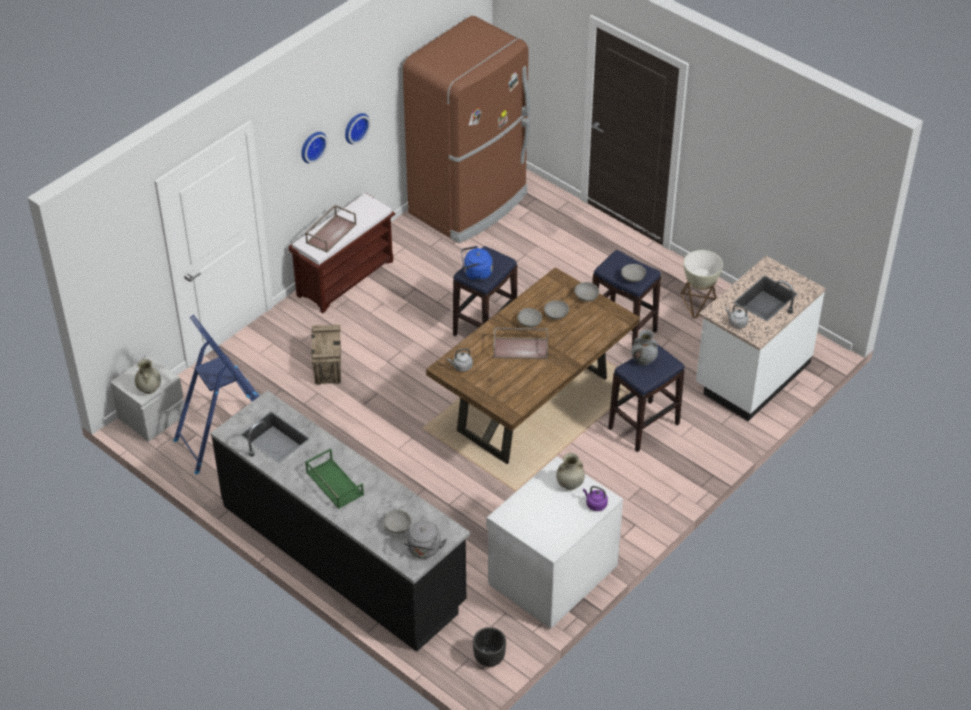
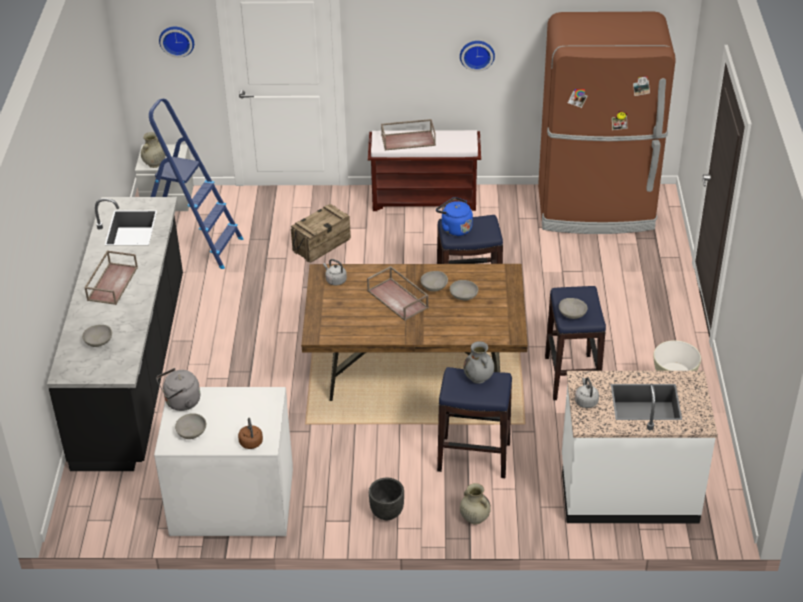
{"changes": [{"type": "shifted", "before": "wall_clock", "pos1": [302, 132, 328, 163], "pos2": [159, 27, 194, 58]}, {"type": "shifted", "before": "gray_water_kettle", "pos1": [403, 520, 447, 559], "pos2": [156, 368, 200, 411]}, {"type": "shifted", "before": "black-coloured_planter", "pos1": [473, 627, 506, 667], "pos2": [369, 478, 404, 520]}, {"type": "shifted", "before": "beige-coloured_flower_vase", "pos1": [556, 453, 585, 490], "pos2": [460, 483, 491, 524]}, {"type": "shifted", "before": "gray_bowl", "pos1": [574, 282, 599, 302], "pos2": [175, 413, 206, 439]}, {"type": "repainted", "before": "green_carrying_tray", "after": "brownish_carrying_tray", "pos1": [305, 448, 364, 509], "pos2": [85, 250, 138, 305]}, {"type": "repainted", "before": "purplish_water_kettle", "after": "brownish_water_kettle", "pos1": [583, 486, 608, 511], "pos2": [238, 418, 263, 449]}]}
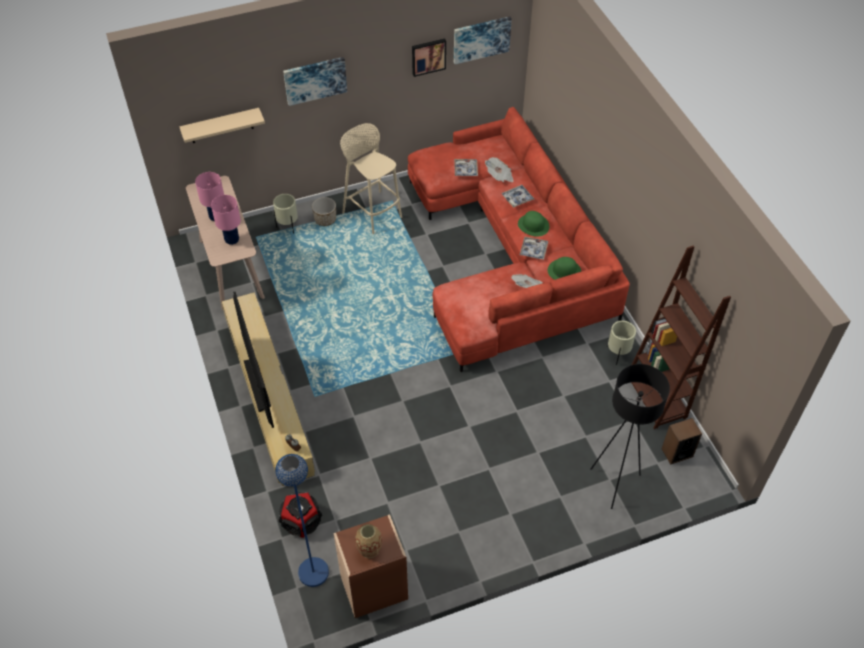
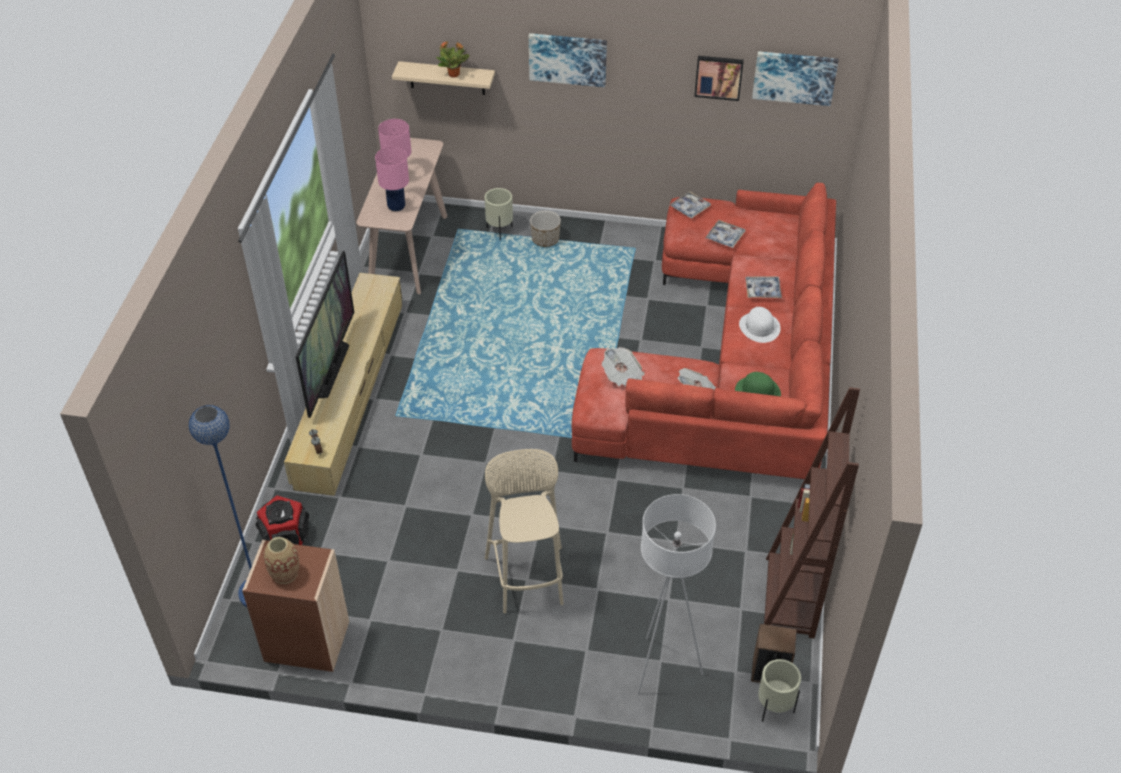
{"changes": [{"type": "new", "after": "potted_plant", "pos2": [436, 41, 470, 78]}, {"type": "shifted", "before": "beige-coloured_sitting_stool", "pos1": [340, 123, 402, 234], "pos2": [485, 449, 564, 613]}, {"type": "shifted", "before": "printed_paper", "pos1": [485, 157, 514, 182], "pos2": [602, 347, 645, 387]}, {"type": "shifted", "before": "carrying_tray", "pos1": [520, 237, 548, 260], "pos2": [669, 191, 711, 219]}, {"type": "shifted", "before": "beige-coloured_planter", "pos1": [608, 321, 636, 365], "pos2": [758, 659, 801, 722]}, {"type": "repainted", "before": "green_clothing_hat", "after": "white-coloured_clothing_hat", "pos1": [518, 211, 549, 237], "pos2": [739, 307, 781, 343]}, {"type": "repainted", "before": "black-coloured_standard_lamp", "after": "white-coloured_standard_lamp", "pos1": [591, 364, 670, 509], "pos2": [637, 494, 716, 695]}]}
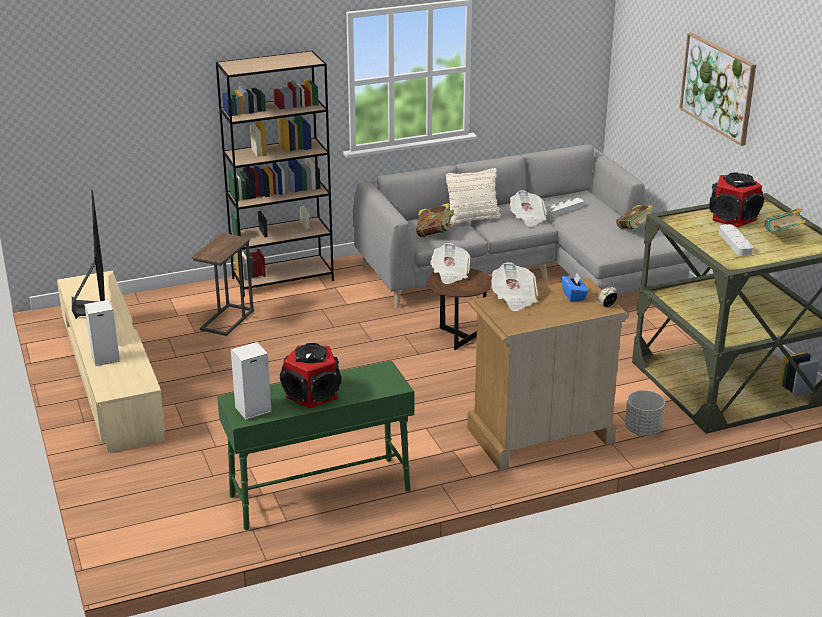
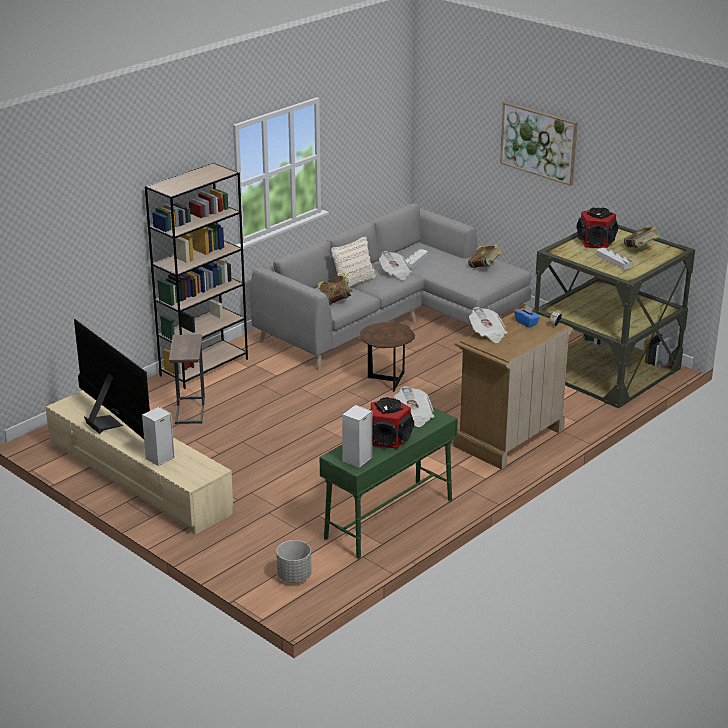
{"changes": [{"type": "shifted", "before": "printed_paper", "pos1": [430, 243, 470, 284], "pos2": [394, 386, 435, 427]}, {"type": "shifted", "before": "gray_planter", "pos1": [625, 390, 665, 436], "pos2": [276, 540, 312, 583]}]}
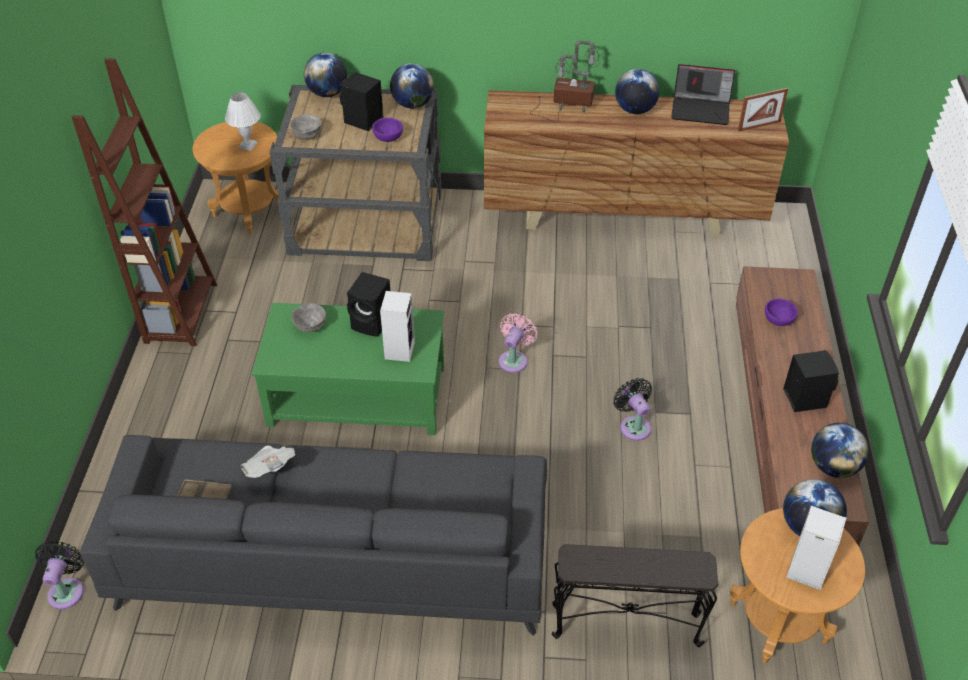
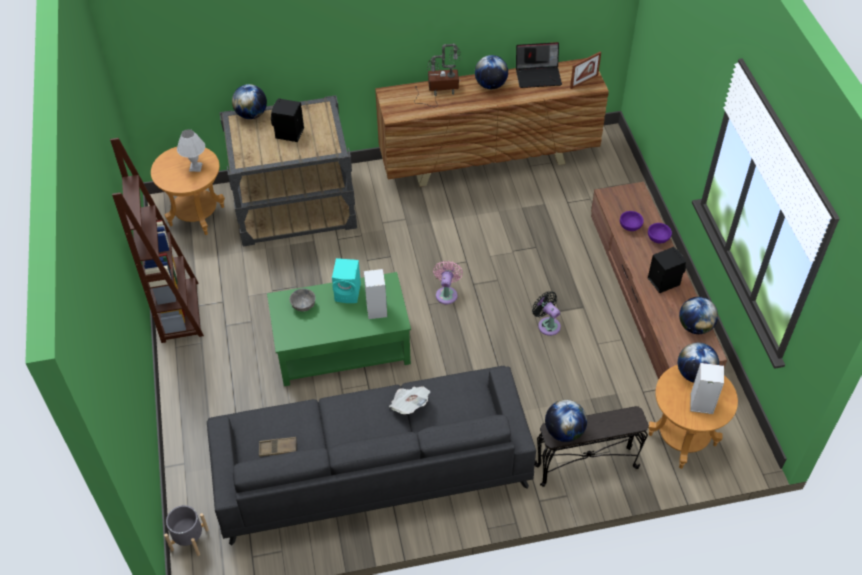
{"changes": [{"type": "gone", "before": "gray_bowl", "pos1": [290, 114, 321, 140]}, {"type": "shifted", "before": "printed_paper", "pos1": [241, 446, 295, 478], "pos2": [389, 386, 430, 414]}, {"type": "shifted", "before": "purplish_bowl", "pos1": [372, 118, 403, 142], "pos2": [648, 223, 672, 243]}, {"type": "shifted", "before": "desk_globe", "pos1": [390, 63, 434, 108], "pos2": [545, 400, 587, 442]}, {"type": "swapped", "before": "black-coloured_electric_fan", "after": "gray_planter", "pos1": [35, 541, 84, 609], "pos2": [164, 505, 209, 556]}, {"type": "repainted", "before": "black-coloured_audio_speaker", "after": "turquoise-coloured_audio_speaker", "pos1": [347, 272, 390, 337], "pos2": [332, 258, 361, 303]}]}
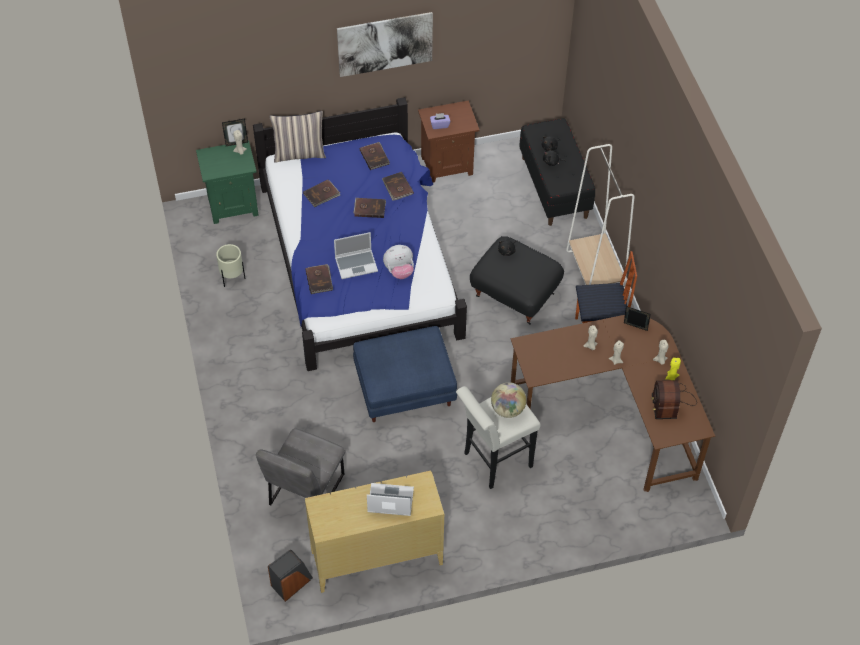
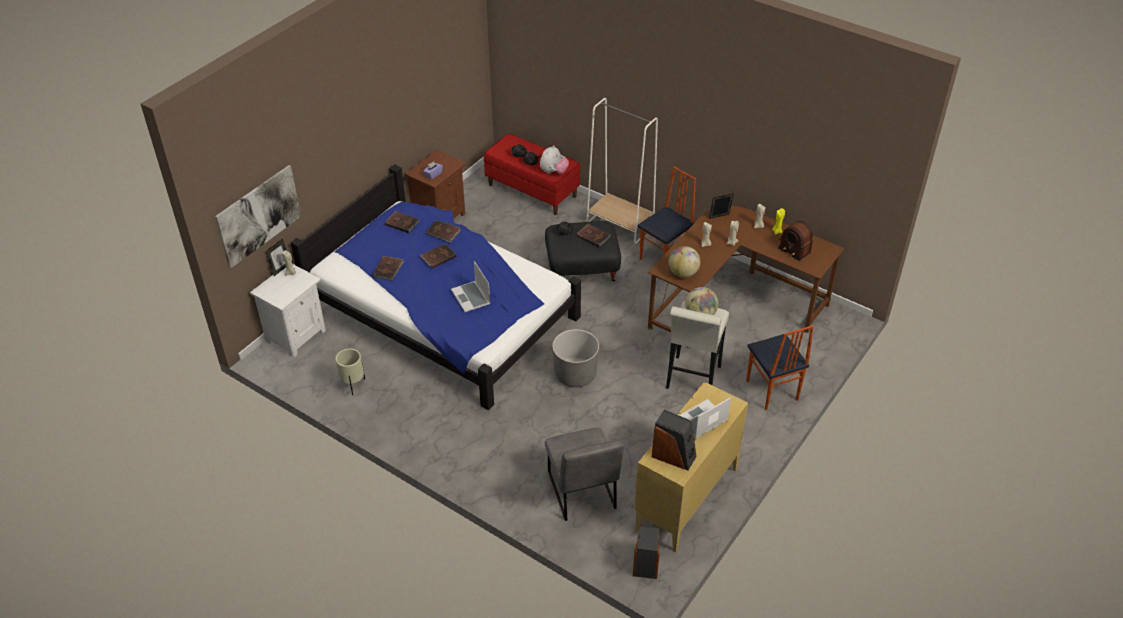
{"changes": [{"type": "gone", "before": "throw_pillow", "pos1": [269, 111, 326, 163]}, {"type": "new", "after": "audio_speaker", "pos2": [652, 410, 697, 470]}, {"type": "new", "after": "desk_globe", "pos2": [669, 246, 700, 278]}, {"type": "new", "after": "upright_chair", "pos2": [746, 325, 814, 410]}, {"type": "shifted", "before": "brownish_book", "pos1": [305, 264, 333, 294], "pos2": [577, 224, 611, 247]}, {"type": "shifted", "before": "wall_art", "pos1": [337, 12, 433, 77], "pos2": [215, 165, 301, 268]}, {"type": "shifted", "before": "cuddly_toy", "pos1": [383, 245, 414, 279], "pos2": [540, 145, 569, 174]}, {"type": "swapped", "before": "blue_footrest", "after": "gray_planter", "pos1": [353, 326, 457, 422], "pos2": [552, 329, 599, 387]}, {"type": "repainted", "before": "green_bedside_table", "after": "white-coloured_bedside_table", "pos1": [196, 140, 259, 224], "pos2": [250, 264, 326, 358]}, {"type": "repainted", "before": "black-coloured_indoor_bench", "after": "red-coloured_indoor_bench", "pos1": [519, 118, 595, 226], "pos2": [484, 134, 580, 215]}, {"type": "rotated", "before": "notebook_computer", "pos1": [334, 232, 378, 279], "pos2": [451, 261, 490, 312], "turn": 120}]}
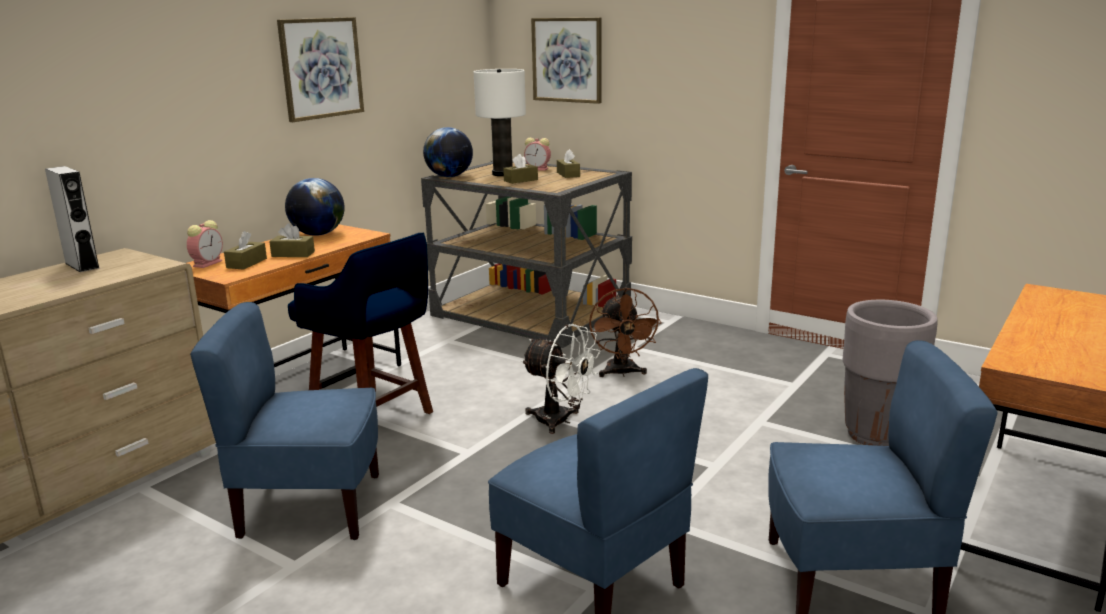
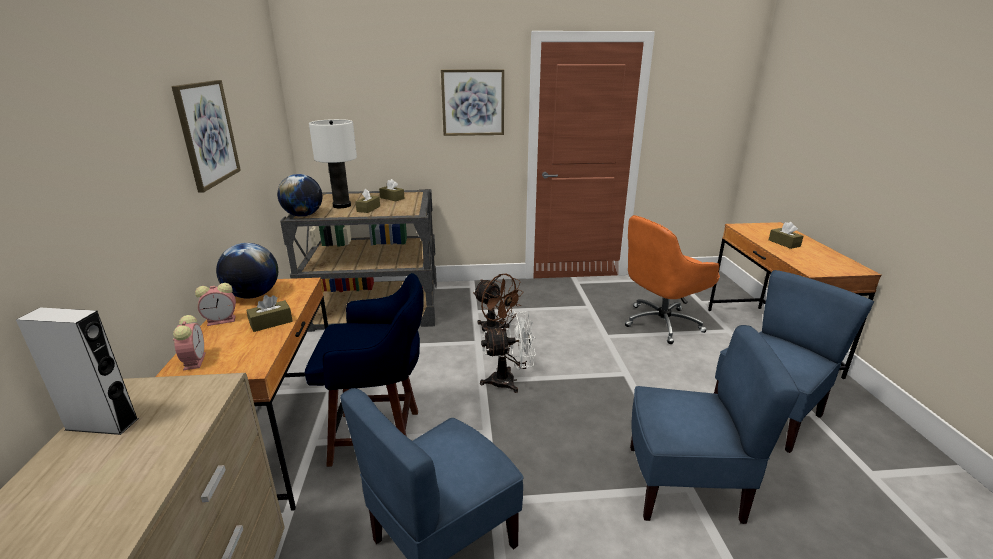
{"changes": [{"type": "shifted", "before": "brownish_tissue_holder", "pos1": [224, 231, 267, 270], "pos2": [769, 222, 803, 249]}, {"type": "shifted", "before": "bedside_clock", "pos1": [524, 138, 551, 171], "pos2": [195, 283, 236, 326]}, {"type": "shifted", "before": "wall_art", "pos1": [531, 17, 601, 104], "pos2": [441, 69, 504, 136]}, {"type": "swapped", "before": "gray_planter", "after": "orange-coloured_desk_chair", "pos1": [843, 300, 938, 446], "pos2": [625, 215, 720, 344]}]}
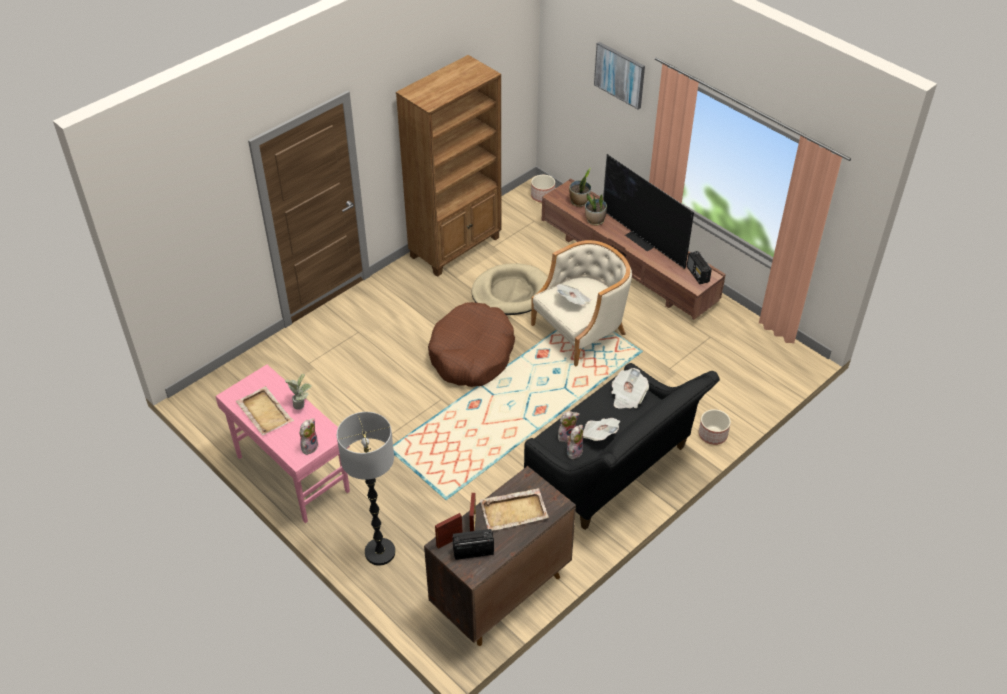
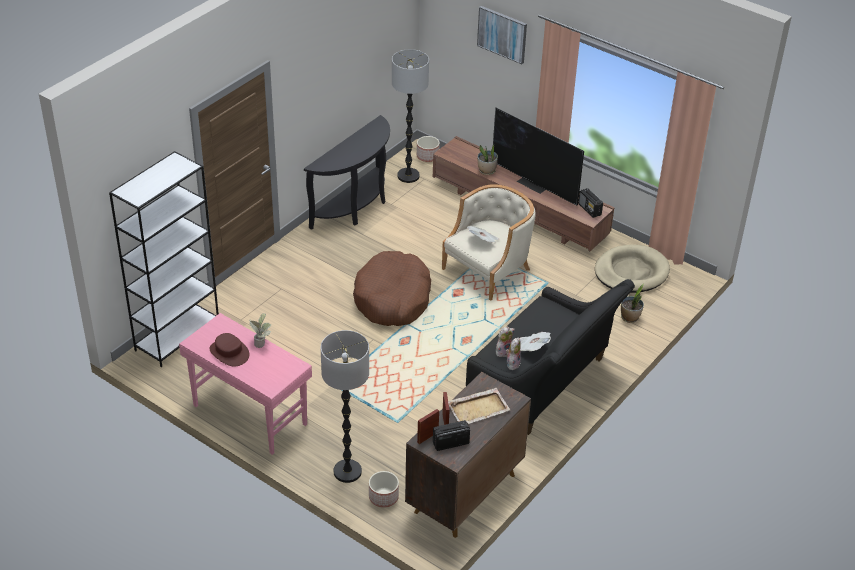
{"changes": [{"type": "gone", "before": "cuddly_toy", "pos1": [299, 418, 319, 455]}, {"type": "gone", "before": "printed_paper", "pos1": [611, 368, 649, 409]}, {"type": "new", "after": "white-coloured_bookshelf", "pos2": [109, 151, 219, 367]}, {"type": "new", "after": "standard_lamp", "pos2": [392, 49, 429, 183]}, {"type": "shifted", "before": "beige-coloured_dog_bed", "pos1": [472, 263, 548, 315], "pos2": [595, 245, 670, 293]}, {"type": "shifted", "before": "potted_plant", "pos1": [569, 168, 591, 207], "pos2": [621, 284, 644, 323]}, {"type": "shifted", "before": "planter", "pos1": [699, 409, 731, 445], "pos2": [369, 471, 399, 508]}, {"type": "swapped", "before": "beige-coloured_carrying_tray", "after": "brownish_clothing_hat", "pos1": [236, 386, 294, 435], "pos2": [209, 333, 249, 367]}, {"type": "swapped", "before": "brownish_bookshelf", "after": "black-coloured_narrow_table", "pos1": [396, 55, 501, 277], "pos2": [304, 115, 390, 229]}]}
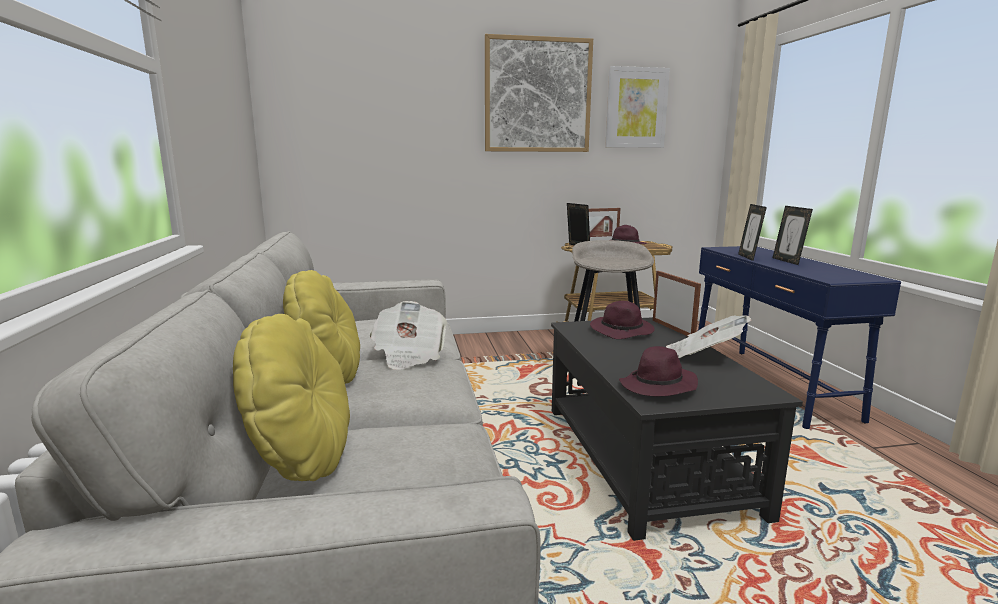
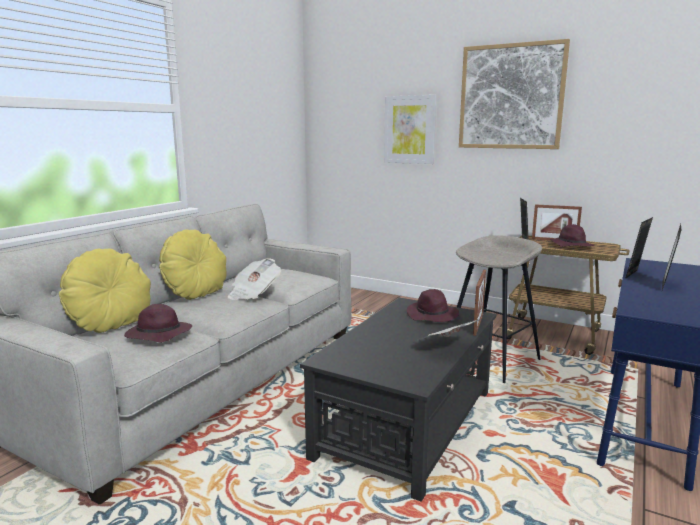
{"changes": [{"type": "shifted", "before": "wall_art", "pos1": [605, 66, 670, 148], "pos2": [384, 95, 437, 164]}, {"type": "shifted", "before": "purplish_clothing_hat", "pos1": [619, 346, 698, 397], "pos2": [124, 304, 192, 342]}]}
